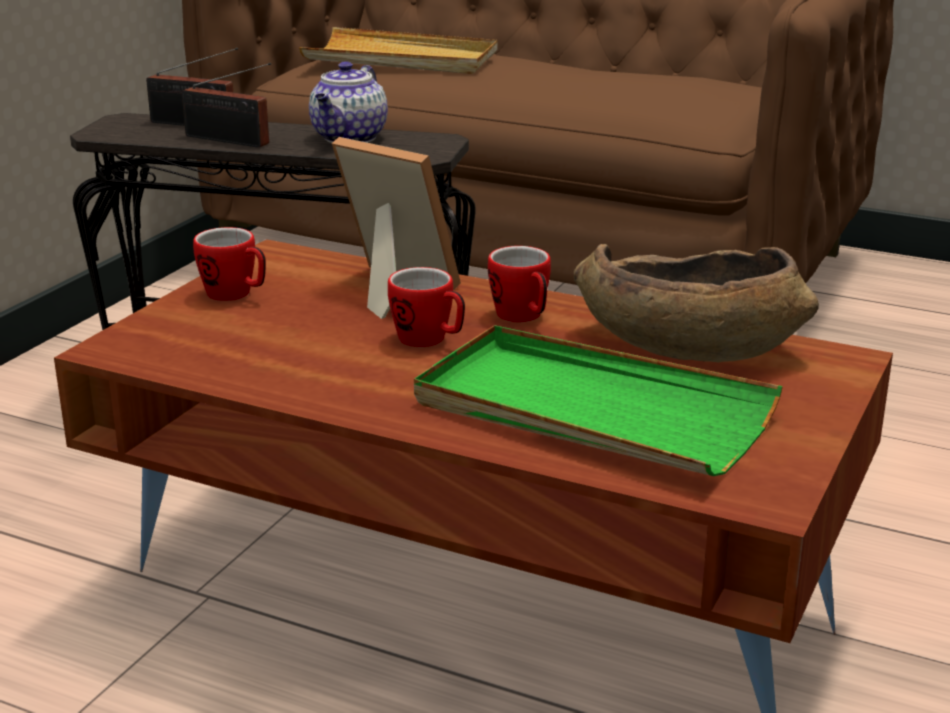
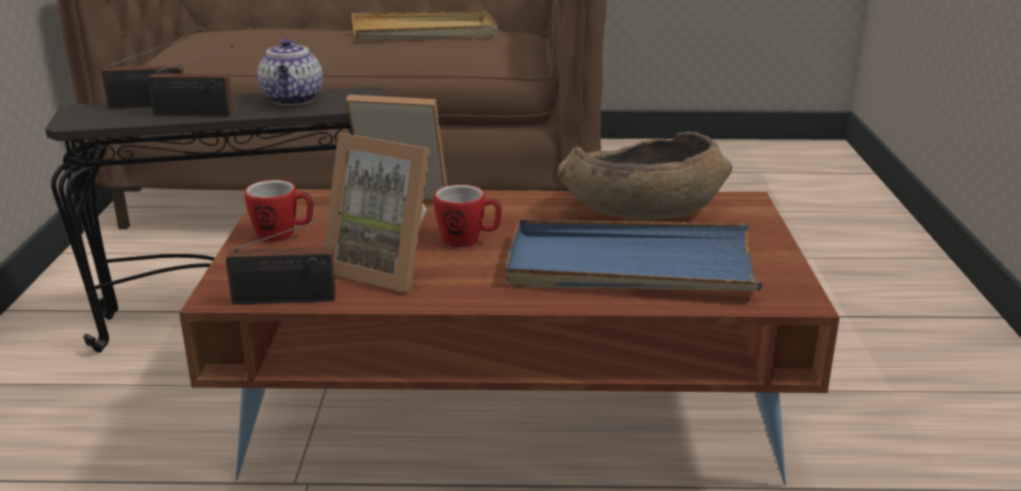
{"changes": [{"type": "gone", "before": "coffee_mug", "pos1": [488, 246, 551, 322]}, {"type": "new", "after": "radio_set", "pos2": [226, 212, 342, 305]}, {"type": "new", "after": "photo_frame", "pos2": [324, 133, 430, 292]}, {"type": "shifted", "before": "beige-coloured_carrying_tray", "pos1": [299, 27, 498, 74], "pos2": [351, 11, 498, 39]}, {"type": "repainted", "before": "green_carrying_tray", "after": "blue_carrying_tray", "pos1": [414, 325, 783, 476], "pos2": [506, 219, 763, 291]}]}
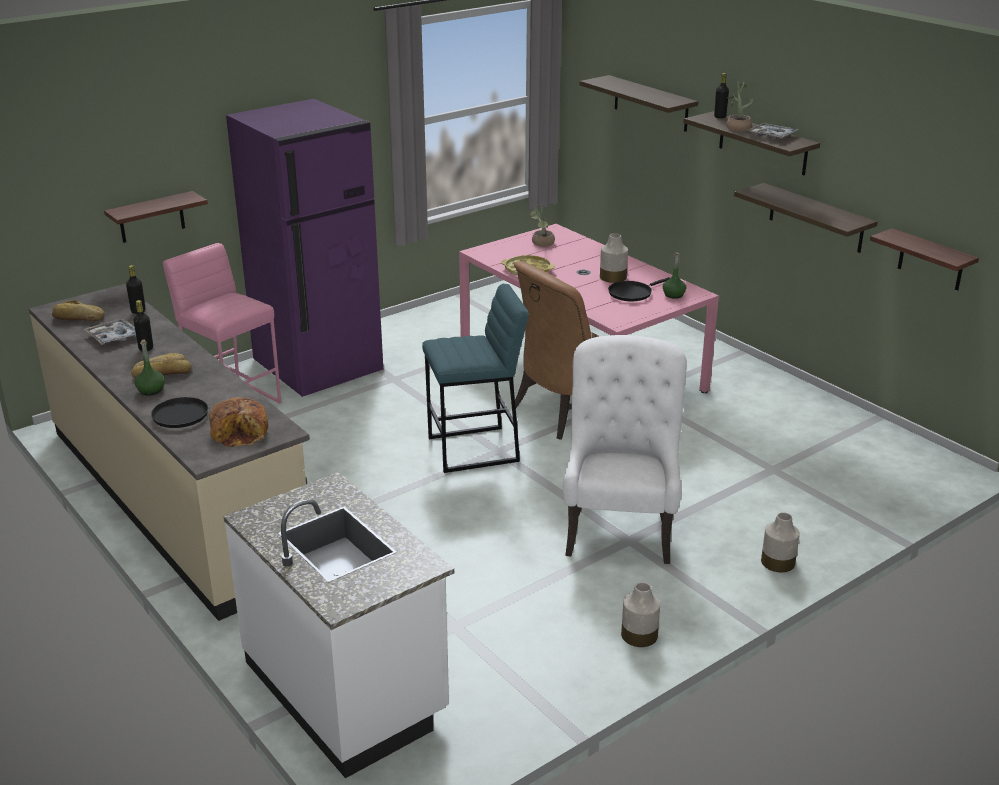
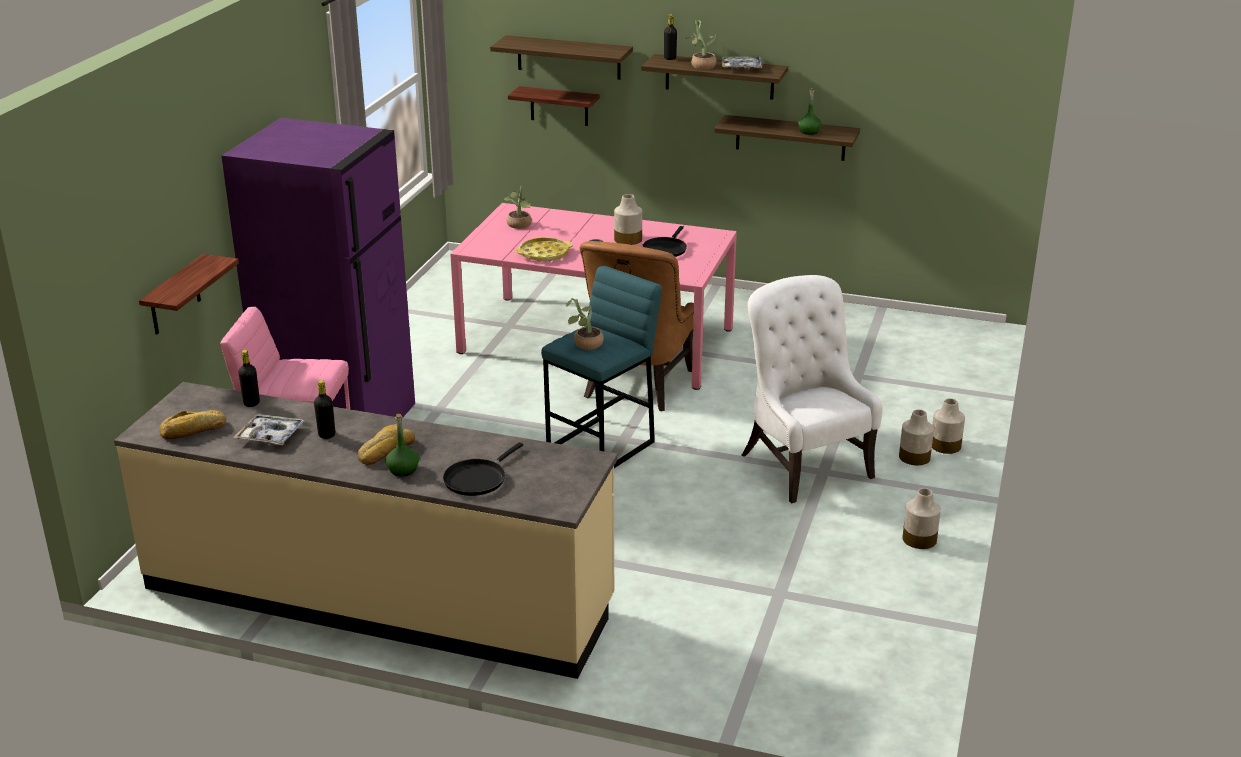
{"changes": [{"type": "gone", "before": "bread", "pos1": [209, 397, 268, 447]}, {"type": "gone", "before": "white-coloured_kitchen_base_unit", "pos1": [223, 472, 454, 778]}, {"type": "new", "after": "potted_plant", "pos2": [566, 298, 604, 350]}, {"type": "new", "after": "beige-coloured_flower_vase", "pos2": [899, 409, 934, 465]}, {"type": "shifted", "before": "green_drink_bottle", "pos1": [663, 253, 686, 299], "pos2": [798, 88, 822, 135]}, {"type": "shifted", "before": "shelf", "pos1": [870, 228, 979, 291], "pos2": [508, 86, 600, 126]}]}
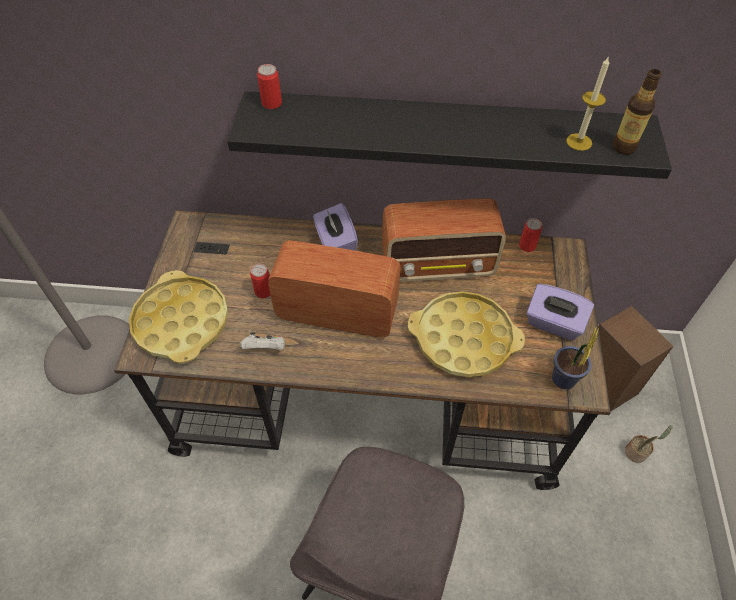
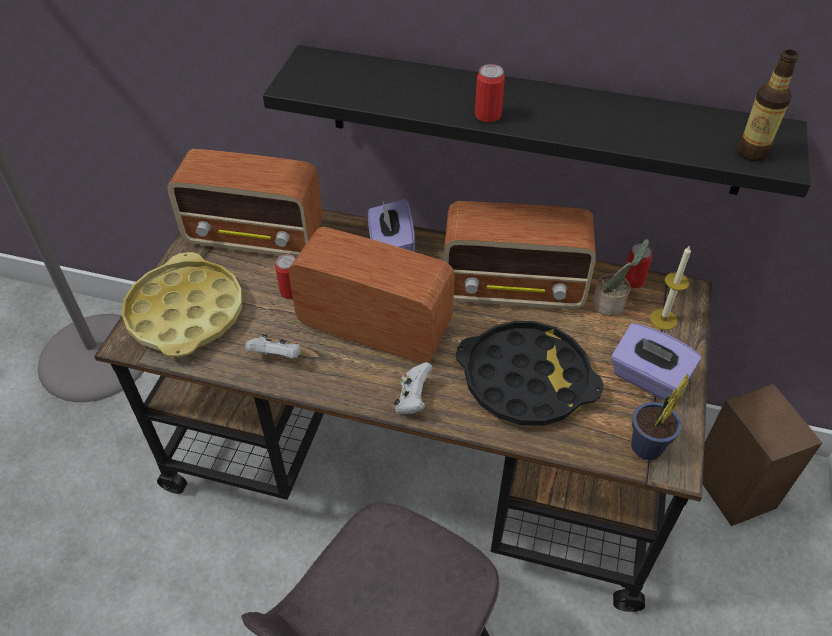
{"changes": [{"type": "new", "after": "radio_set", "pos2": [167, 149, 323, 258]}, {"type": "new", "after": "white-coloured_gamepad", "pos2": [394, 362, 433, 414]}, {"type": "shifted", "before": "can", "pos1": [257, 64, 282, 109], "pos2": [475, 64, 505, 123]}, {"type": "shifted", "before": "wax_light", "pos1": [566, 56, 609, 151], "pos2": [650, 245, 691, 330]}, {"type": "shifted", "before": "potted_plant", "pos1": [625, 425, 672, 463], "pos2": [592, 239, 649, 316]}, {"type": "repainted", "before": "yellow_carrying_tray", "after": "black-coloured_carrying_tray", "pos1": [408, 291, 525, 377], "pos2": [456, 321, 604, 426]}]}
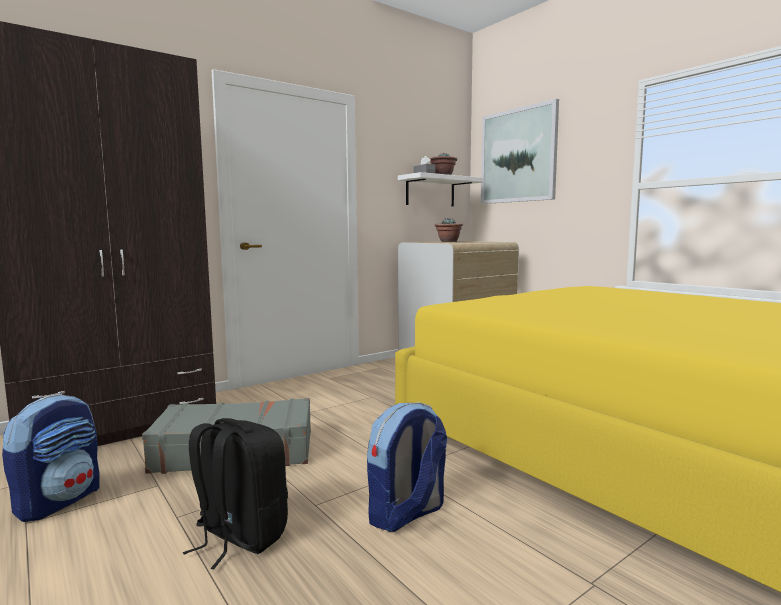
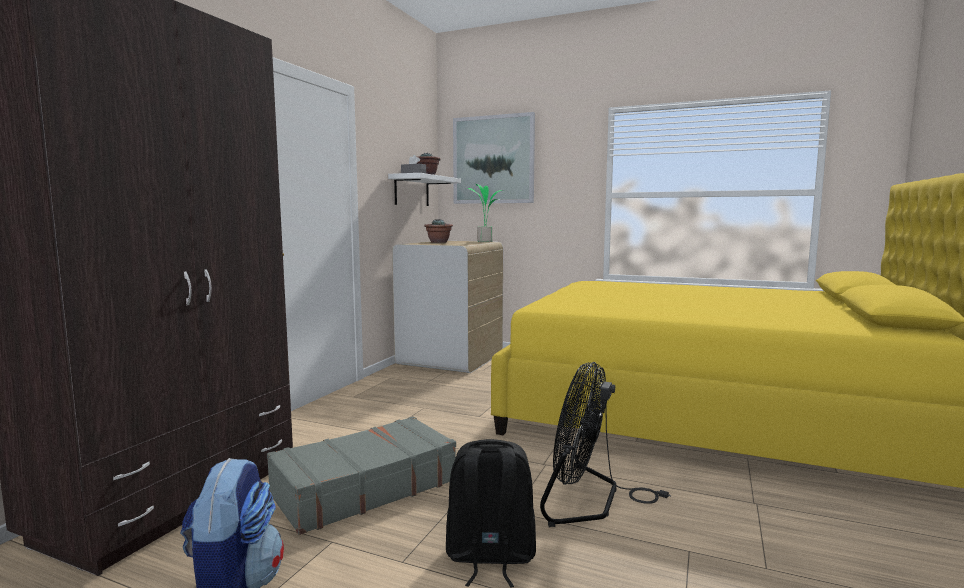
{"changes": [{"type": "new", "after": "potted_plant", "pos2": [468, 184, 504, 242]}, {"type": "swapped", "before": "rucksack", "after": "black-coloured_electric_fan", "pos1": [367, 402, 447, 532], "pos2": [540, 362, 670, 527]}]}
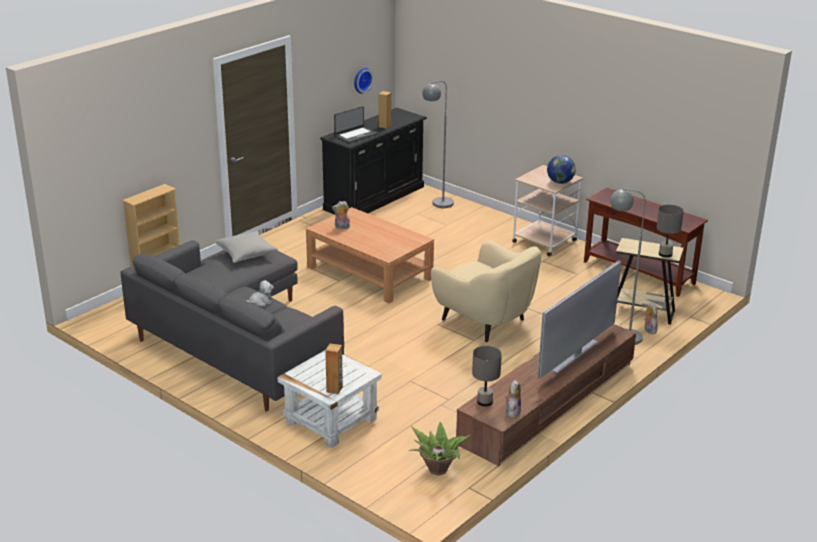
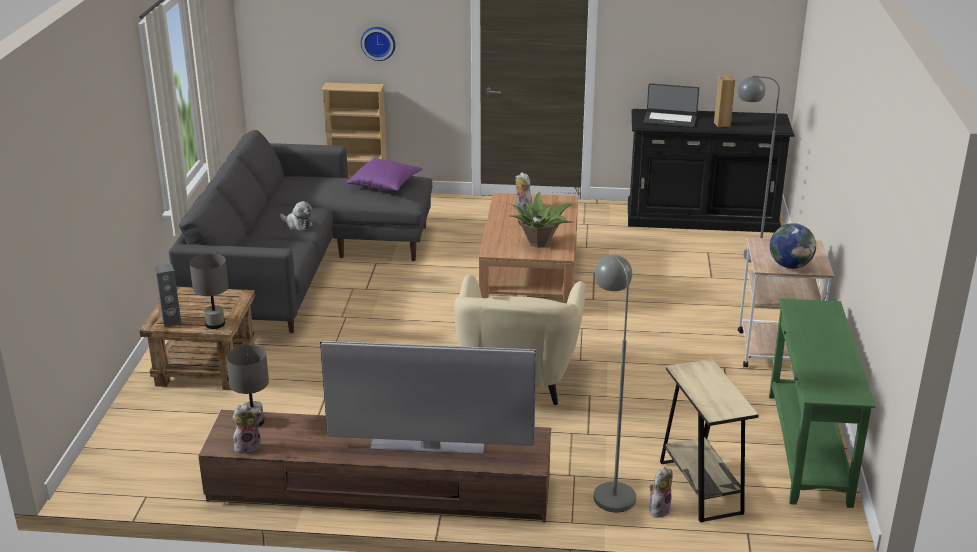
{"changes": [{"type": "shifted", "before": "wall_clock", "pos1": [354, 68, 373, 94], "pos2": [361, 27, 395, 61]}, {"type": "shifted", "before": "potted_plant", "pos1": [408, 422, 470, 476], "pos2": [510, 192, 575, 248]}, {"type": "shifted", "before": "gray_table_lamp", "pos1": [657, 205, 684, 258], "pos2": [190, 253, 228, 329]}, {"type": "repainted", "before": "gray_throw_pillow", "after": "purplish_throw_pillow", "pos1": [214, 231, 278, 263], "pos2": [346, 158, 422, 191]}, {"type": "repainted", "before": "white-coloured_end_table", "after": "brownish_end_table", "pos1": [277, 350, 382, 448], "pos2": [140, 287, 257, 390]}, {"type": "repainted", "before": "brownish_audio_speaker", "after": "gray_audio_speaker", "pos1": [325, 344, 343, 394], "pos2": [155, 264, 182, 327]}, {"type": "repainted", "before": "brownish_narrow_table", "after": "green_narrow_table", "pos1": [584, 188, 708, 297], "pos2": [769, 298, 875, 508]}]}
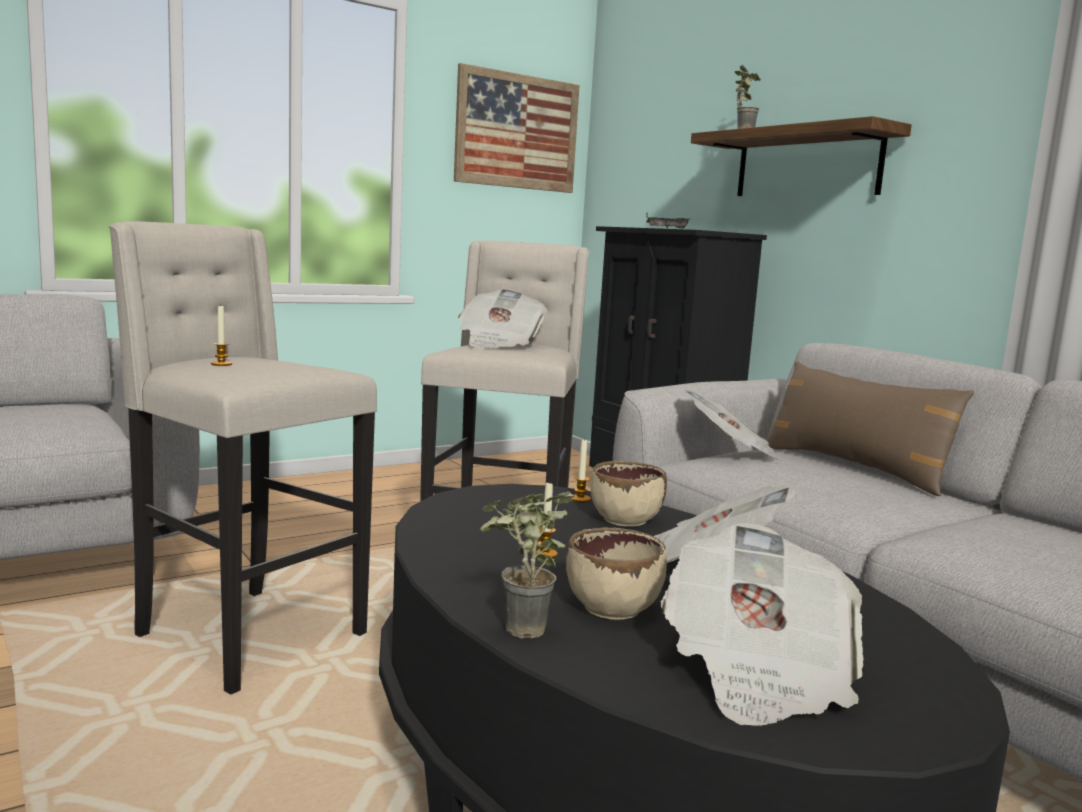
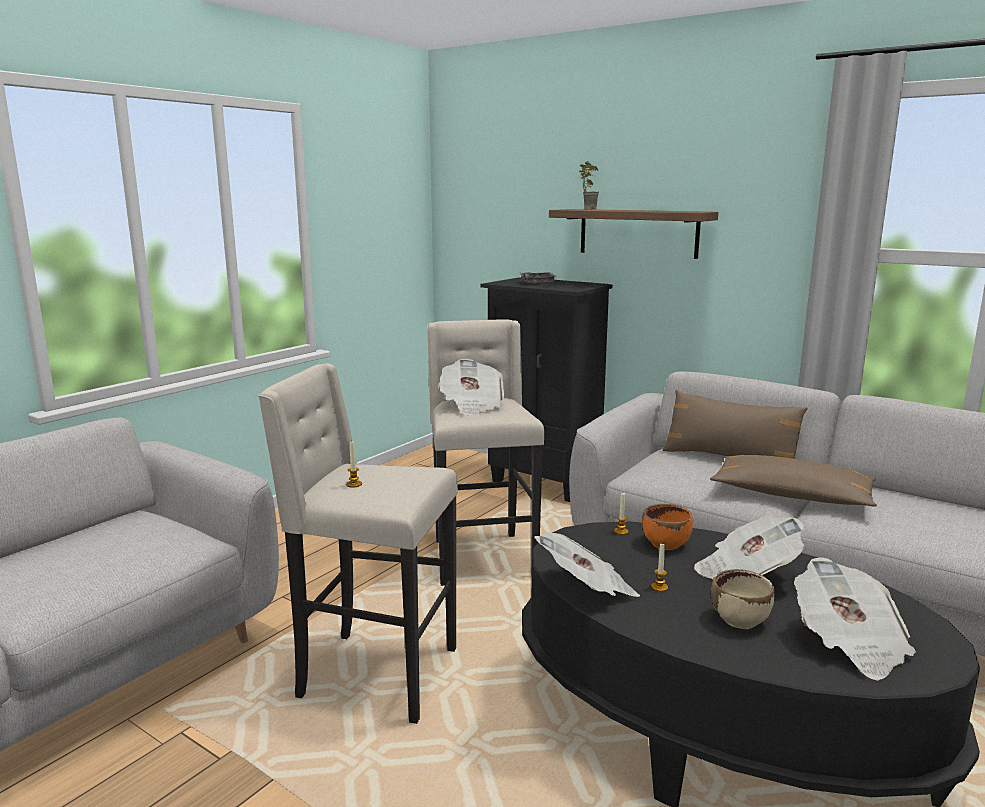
{"changes": [{"type": "gone", "before": "wall_art", "pos1": [454, 63, 580, 193]}, {"type": "gone", "before": "potted_plant", "pos1": [480, 491, 574, 639]}, {"type": "new", "after": "brownish_throw_pillow", "pos2": [710, 455, 877, 507]}, {"type": "shifted", "before": "printed_paper", "pos1": [684, 390, 782, 461], "pos2": [534, 532, 640, 597]}, {"type": "repainted", "before": "beige-coloured_bowl", "after": "orange-coloured_bowl", "pos1": [591, 461, 667, 527], "pos2": [642, 504, 693, 550]}]}
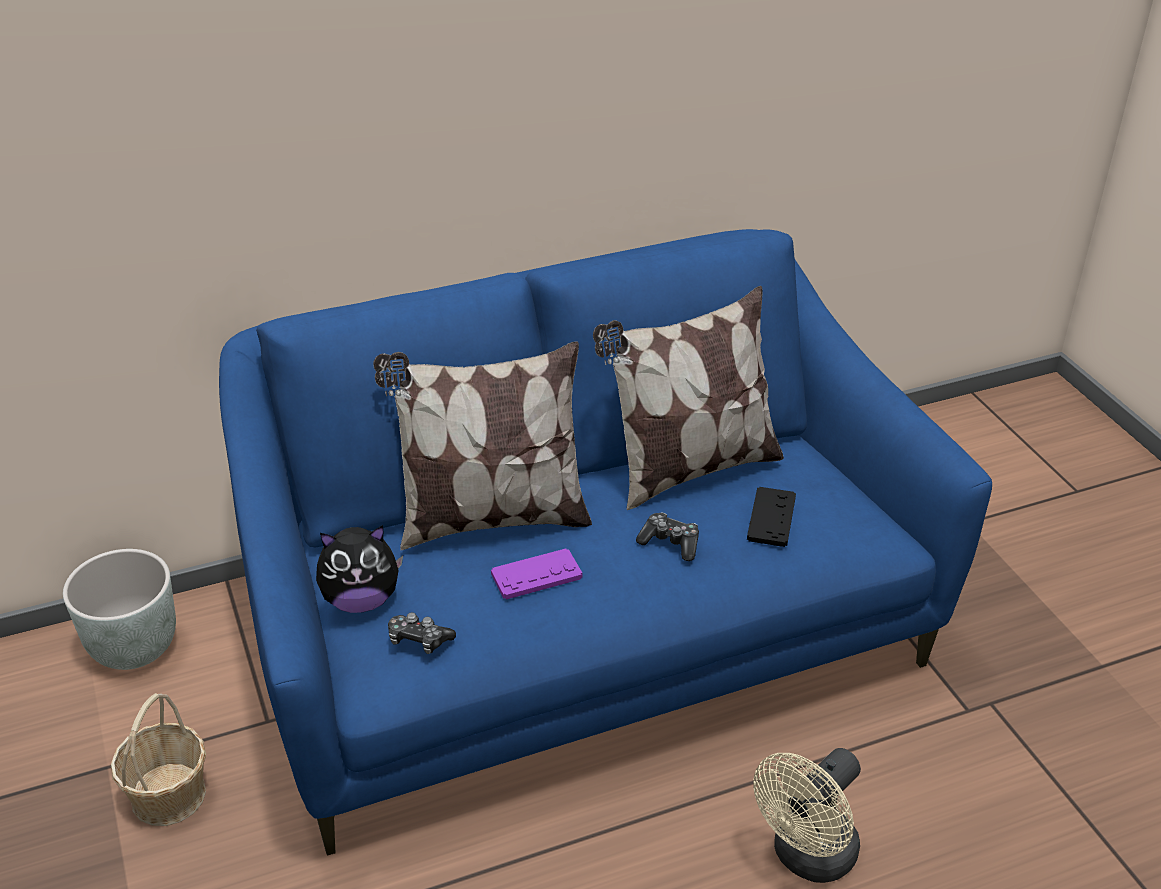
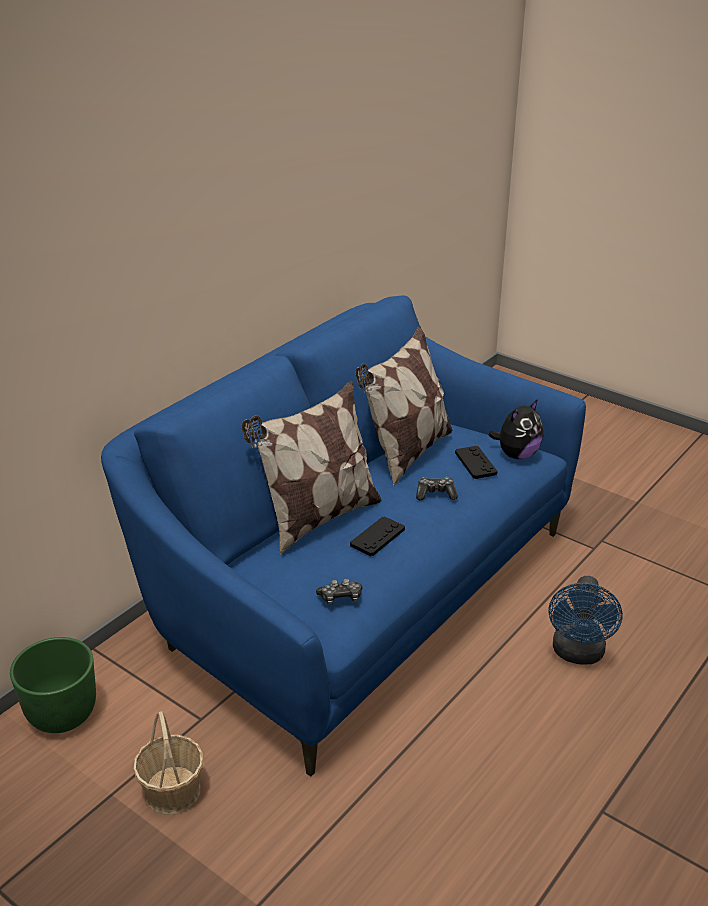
{"changes": [{"type": "shifted", "before": "cuddly_toy", "pos1": [316, 525, 403, 613], "pos2": [489, 399, 543, 459]}, {"type": "repainted", "before": "gray_planter", "after": "green_planter", "pos1": [63, 549, 176, 670], "pos2": [10, 637, 96, 733]}, {"type": "repainted", "before": "purplish_gamepad", "after": "black-coloured_gamepad", "pos1": [491, 549, 582, 600], "pos2": [350, 516, 405, 556]}, {"type": "repainted", "before": "beige-coloured_electric_fan", "after": "blue_electric_fan", "pos1": [753, 748, 861, 883], "pos2": [549, 576, 623, 665]}]}
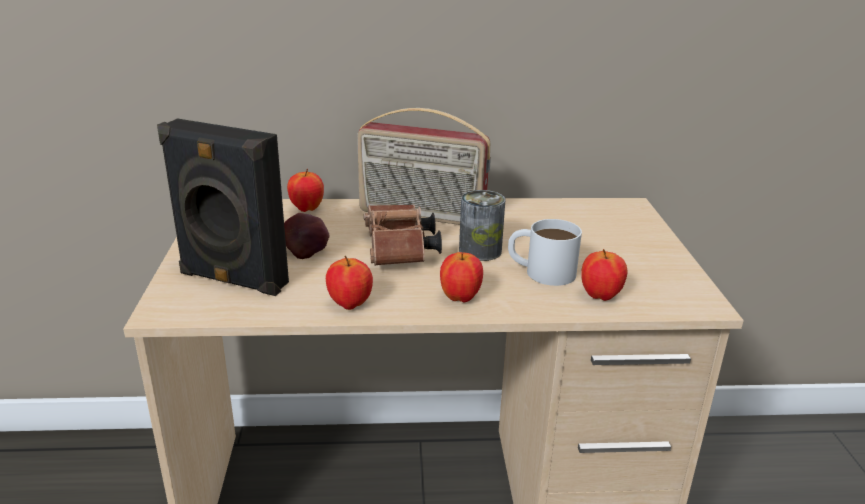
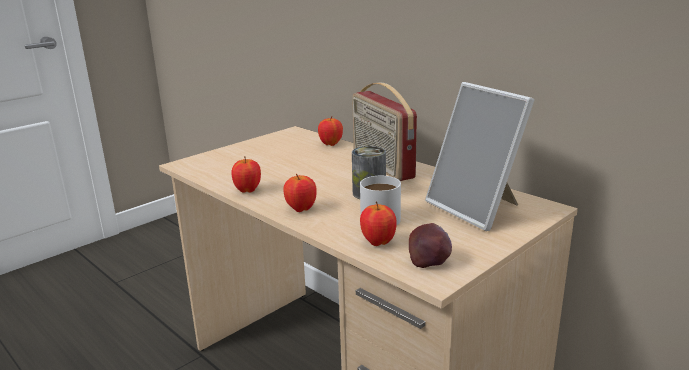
{"changes": [{"type": "gone", "before": "black-coloured_audio_speaker", "pos1": [157, 118, 289, 296]}, {"type": "gone", "before": "brownish_binoculars", "pos1": [364, 204, 442, 266]}, {"type": "new", "after": "photo_frame", "pos2": [425, 82, 534, 231]}, {"type": "shifted", "before": "apple_fruit", "pos1": [284, 213, 330, 259], "pos2": [409, 223, 452, 268]}]}
